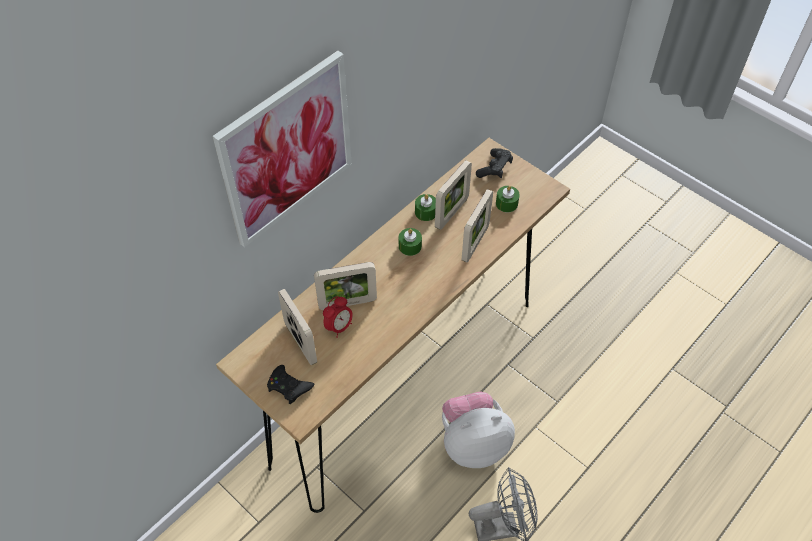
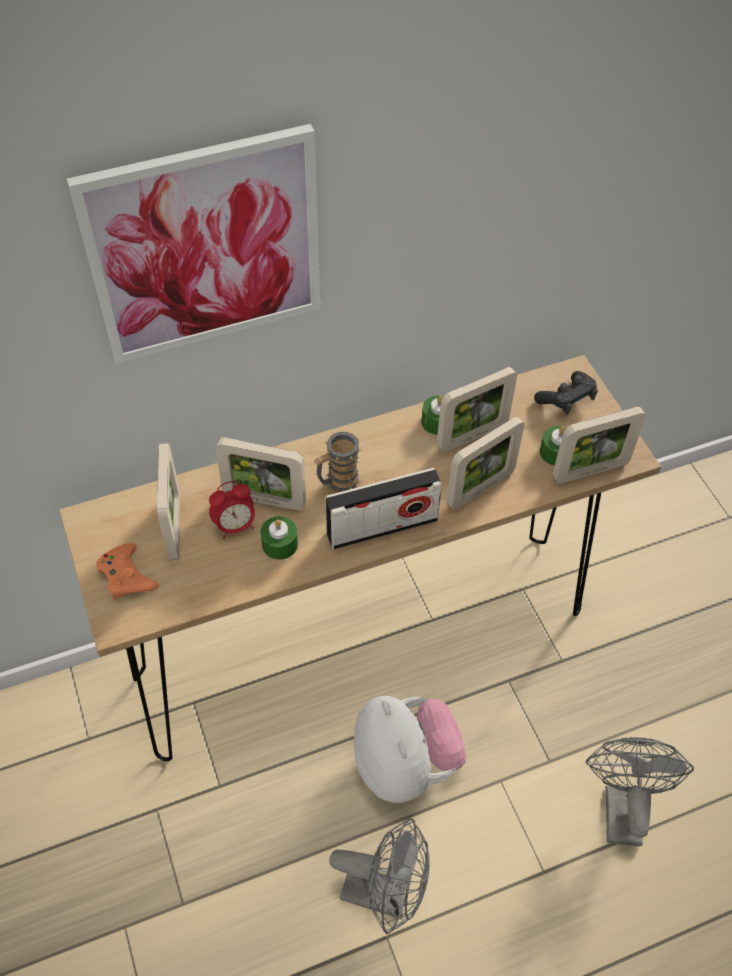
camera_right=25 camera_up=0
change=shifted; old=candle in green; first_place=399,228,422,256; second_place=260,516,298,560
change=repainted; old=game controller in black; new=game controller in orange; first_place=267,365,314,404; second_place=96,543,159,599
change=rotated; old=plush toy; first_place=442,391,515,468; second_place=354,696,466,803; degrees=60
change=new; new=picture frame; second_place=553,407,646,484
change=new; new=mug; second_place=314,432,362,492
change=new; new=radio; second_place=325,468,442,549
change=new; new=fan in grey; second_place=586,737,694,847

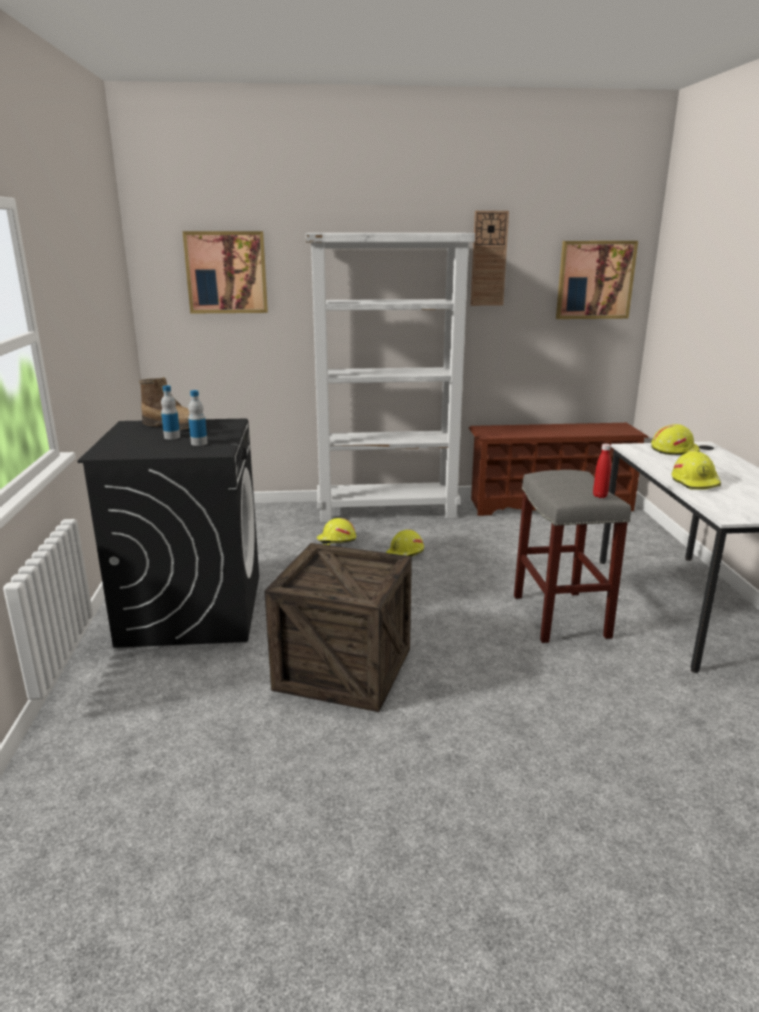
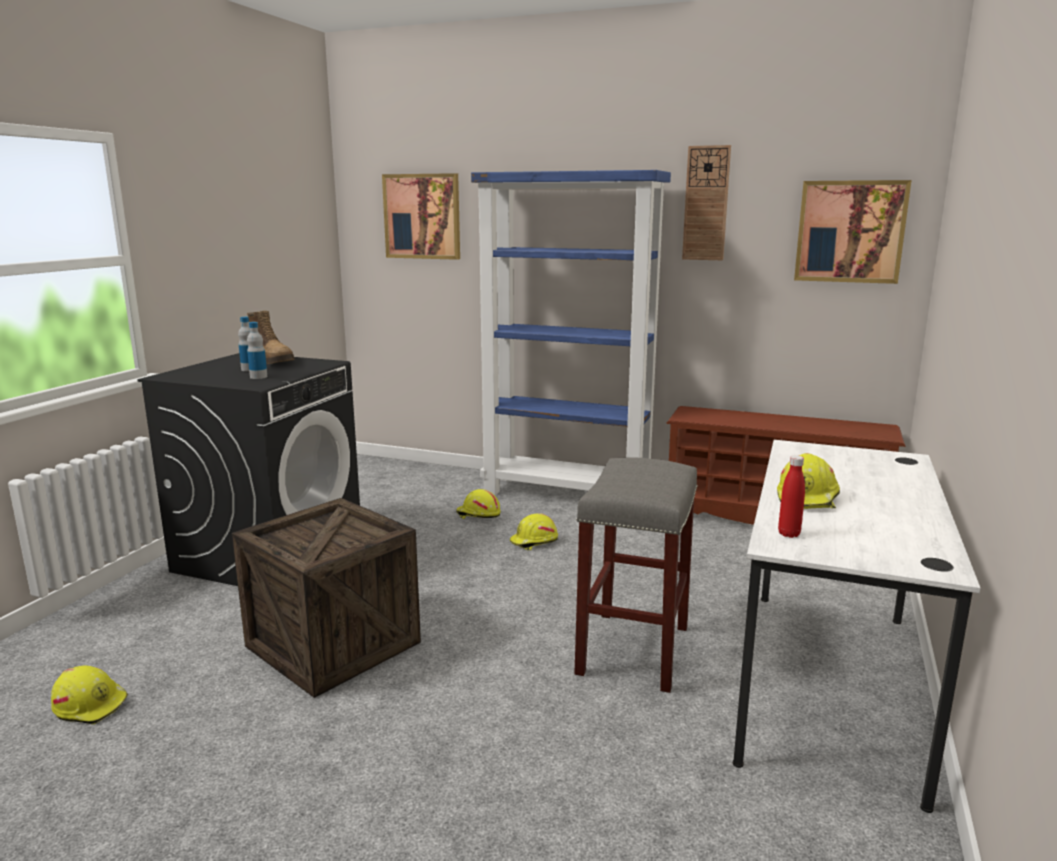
camera_right=25 camera_up=-5
change=repainted; old=bookcase in white; new=bookcase in blue; first_place=306,233,475,522; second_place=471,170,671,495
change=shifted; old=hard hat in yellow; first_place=651,424,700,455; second_place=51,665,128,724
change=shifted; old=bottle in red; first_place=593,444,611,498; second_place=778,455,805,538

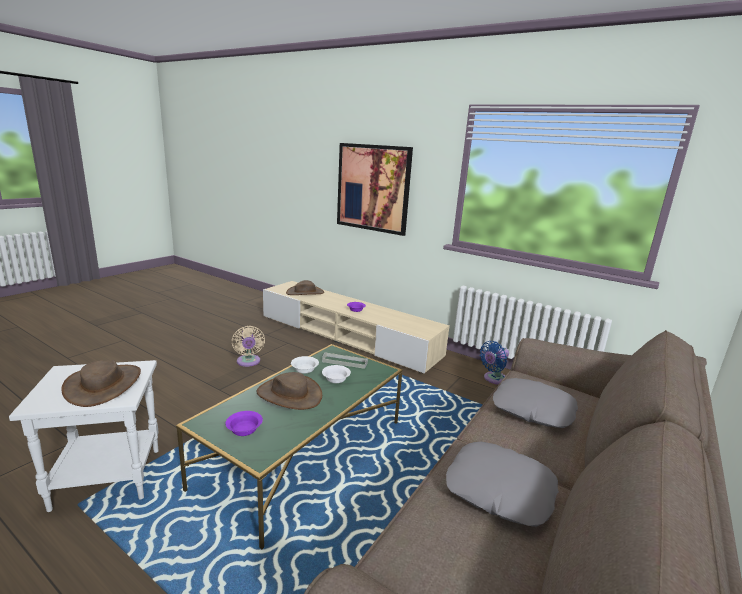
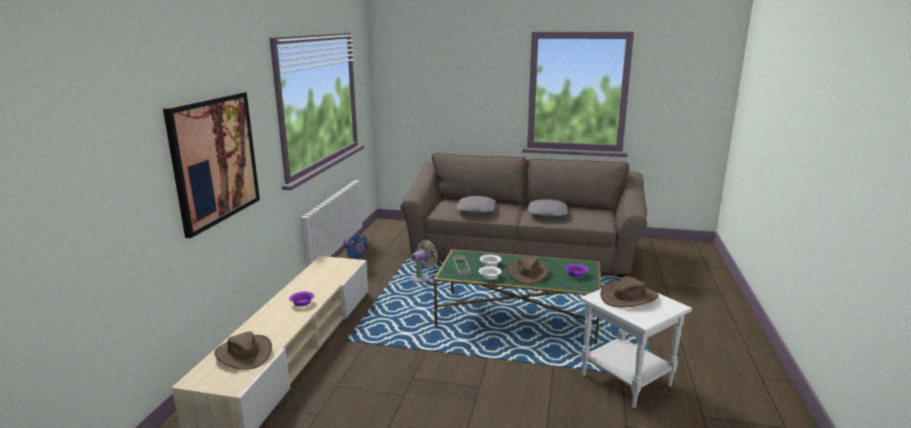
camera_right=-110 camera_up=0
change=shifted; old=fan in beige; first_place=231,326,265,367; second_place=410,240,438,283

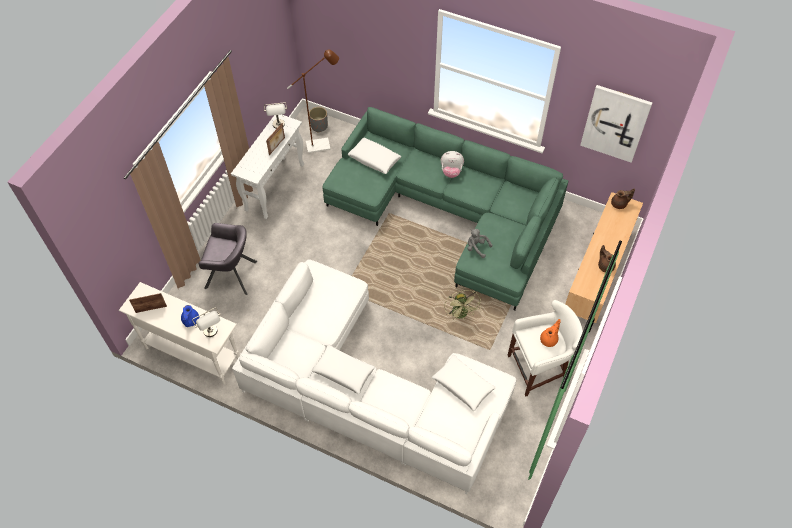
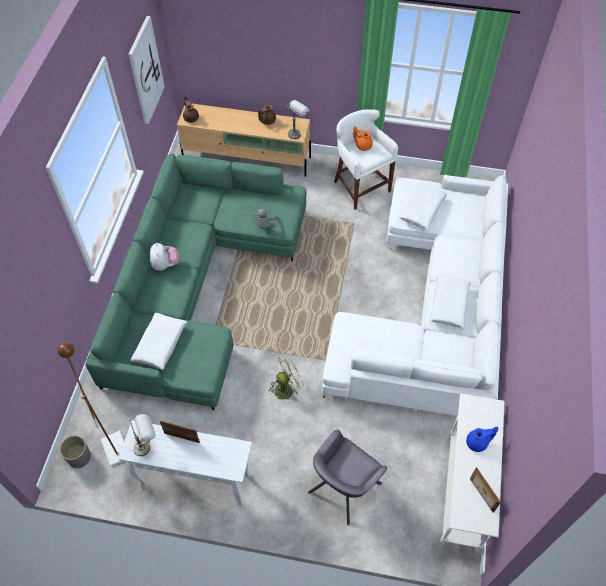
camera_right=-105 camera_up=0
change=rotated; old=armchair in grey; first_place=199,223,257,295; second_place=308,430,387,526; degrees=-135
change=shifted; old=fan in green; first_place=444,290,481,320; second_place=268,354,305,402
change=shifted; old=table lamp in grey; first_place=192,308,221,337; second_place=286,100,309,139

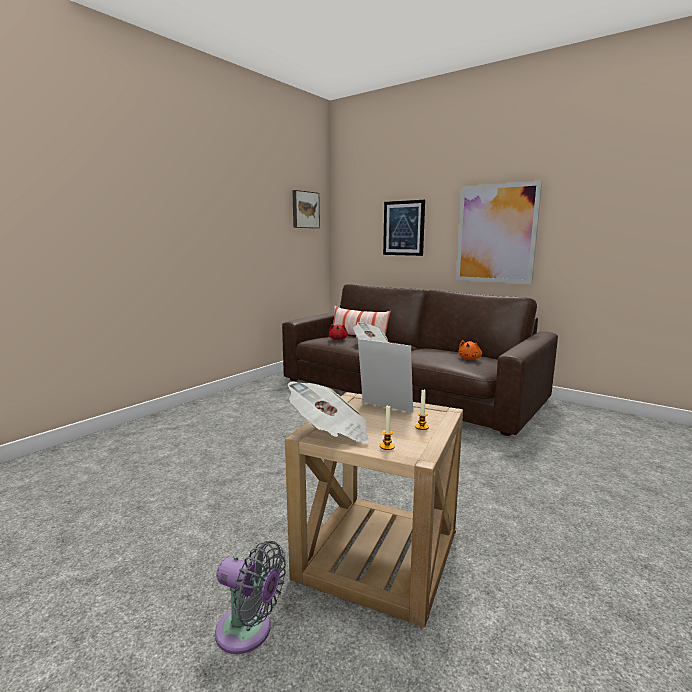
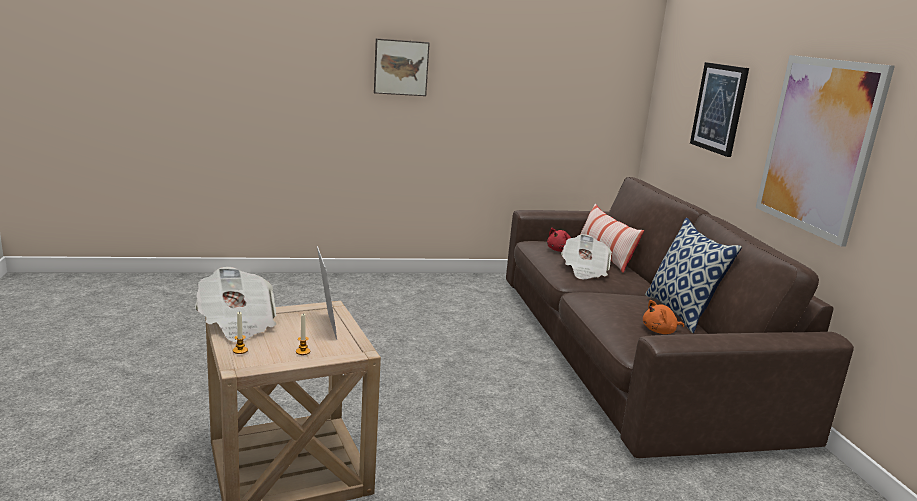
camera_right=40 camera_up=5
change=shifted; old=picture; first_place=292,190,320,228; second_place=374,38,430,96
change=gone; old=fan in grey; first_place=215,541,286,654
change=new; new=pillow; second_place=645,218,742,333

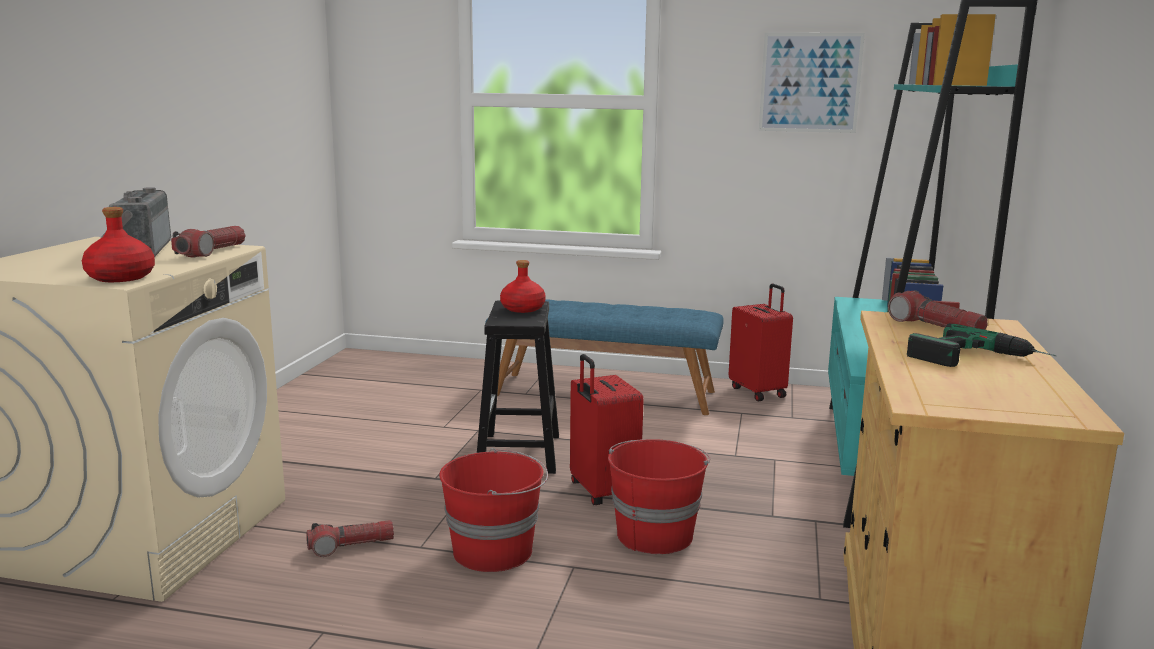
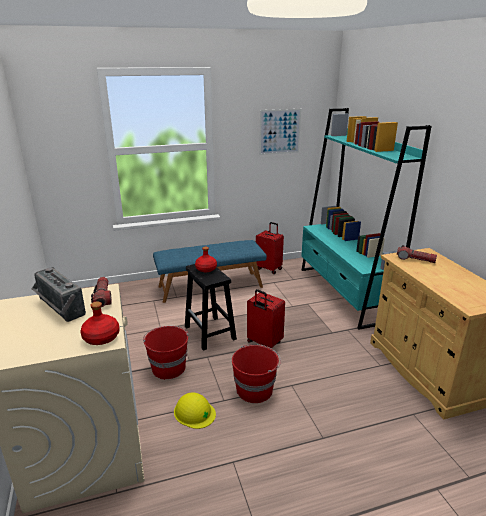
camera_right=-30 camera_up=10
change=gone; old=power drill; first_place=907,323,1057,367
change=shifted; old=bucket in red; first_place=608,439,710,554; second_place=143,326,188,380
change=swapped; old=flashlight; new=hard hat in yellow; first_place=306,520,394,557; second_place=174,393,216,429

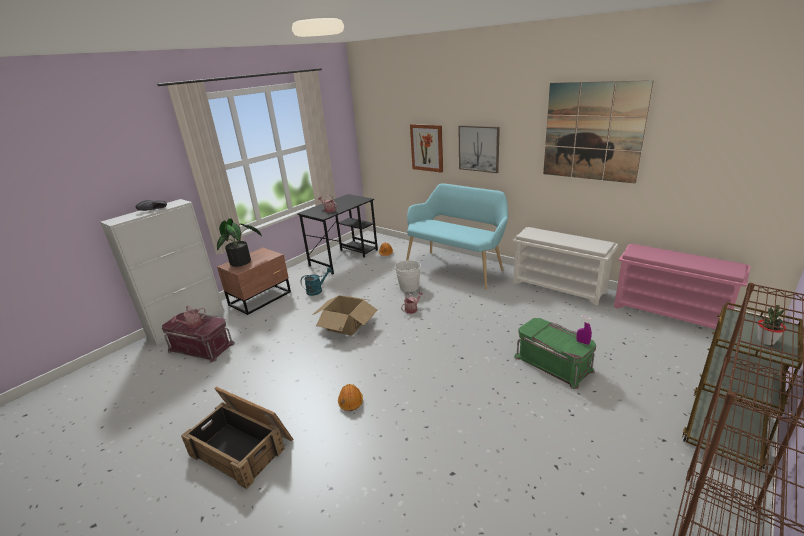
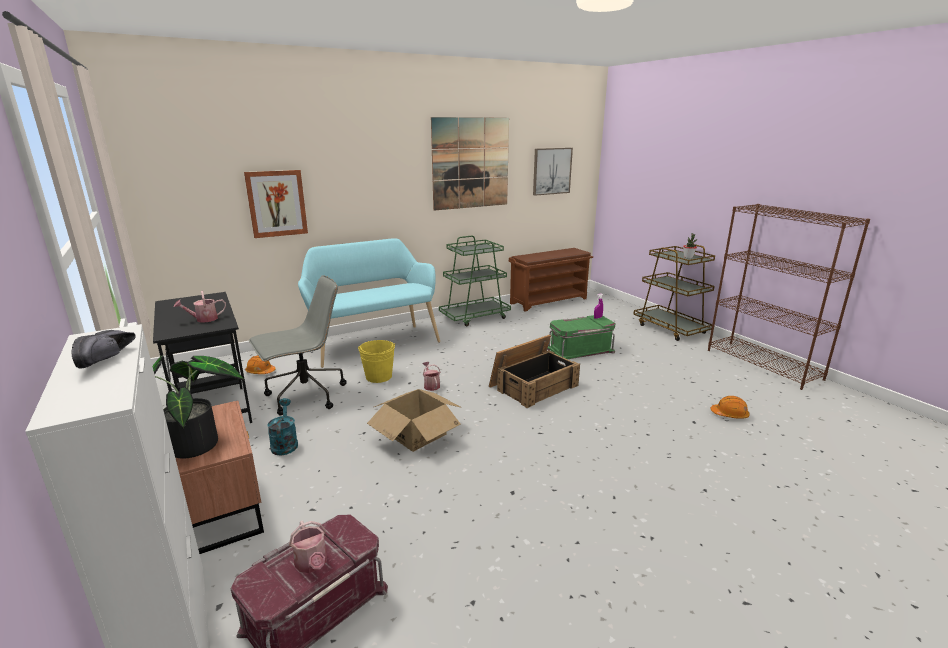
camera_right=-70 camera_up=-5
change=shifted; old=picture; first_place=458,125,500,173; second_place=533,148,573,196
change=swapped; old=shoe rack in white; new=cart in green; first_place=512,227,618,306; second_place=439,235,511,327
change=repainted; old=shoe rack in pink; new=shoe rack in brown; first_place=614,244,751,330; second_place=509,248,593,311
change=repainted; old=bucket in white; new=bucket in yellow; first_place=395,260,421,292; second_place=358,340,395,383
change=shifted; old=hard hat in orange; first_place=338,384,363,411; second_place=710,396,750,419
change=shifted; old=crate; first_place=181,387,293,489; second_place=489,335,580,408
change=new; new=office chair in grey; second_place=249,275,347,415

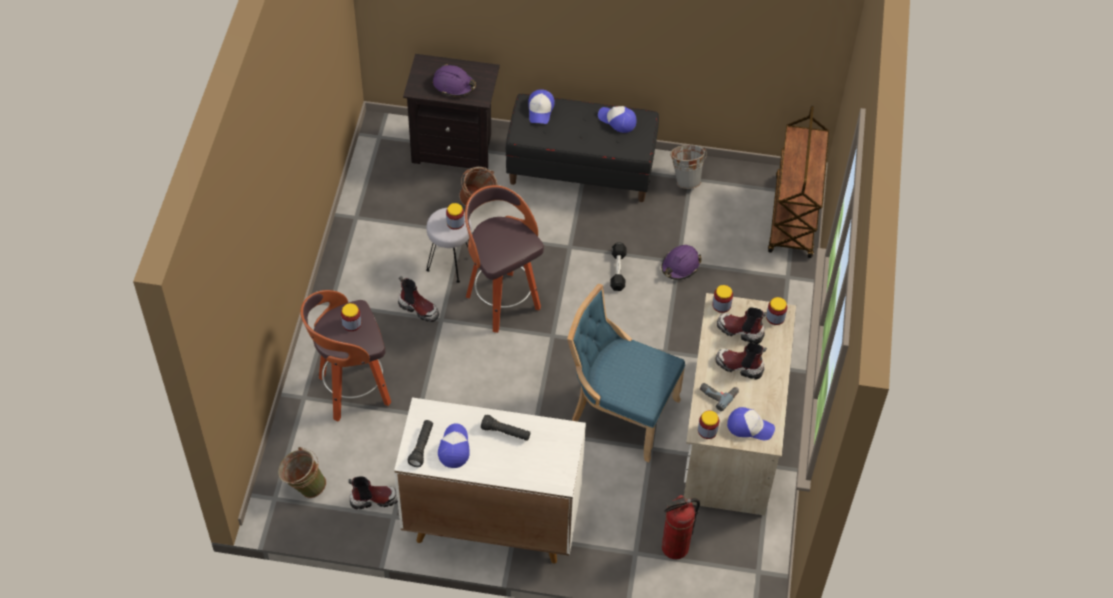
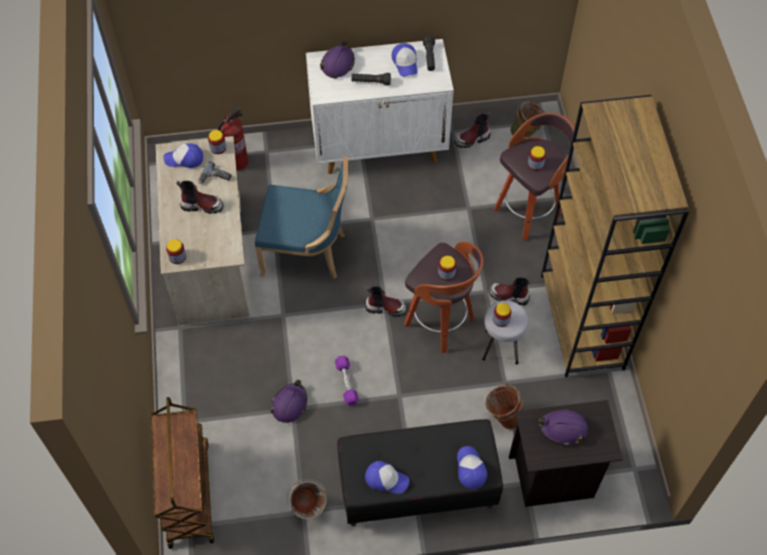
camera_right=165 camera_up=5
change=repainted; old=dumbbell in black; new=dumbbell in purple; first_place=610,242,627,291; second_place=335,356,359,406
change=shifted; old=jar; first_place=712,285,733,313; second_place=438,256,456,281
change=shifted; old=boot; first_place=717,308,767,344; second_place=365,286,407,316
change=new; new=hard hat in purple; second_place=320,40,355,78
change=new; new=bookcase in brown; second_place=541,95,689,377

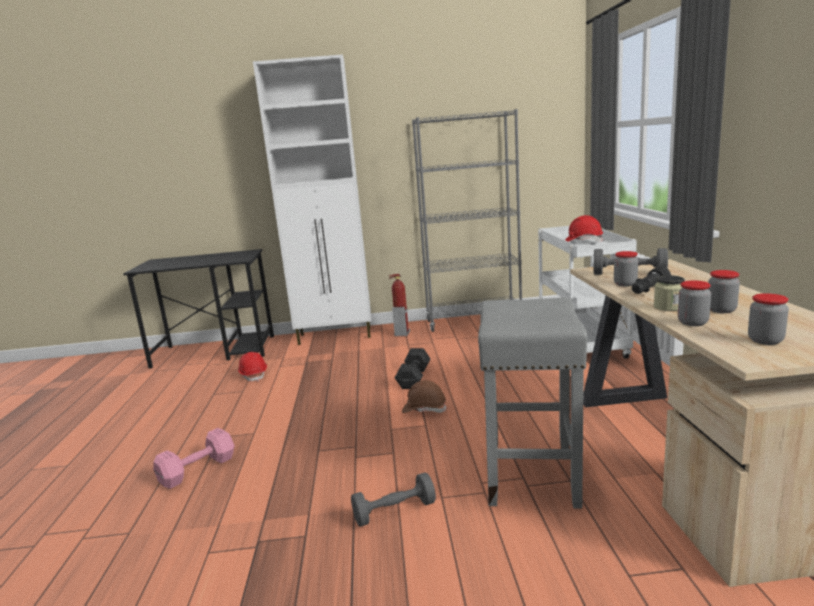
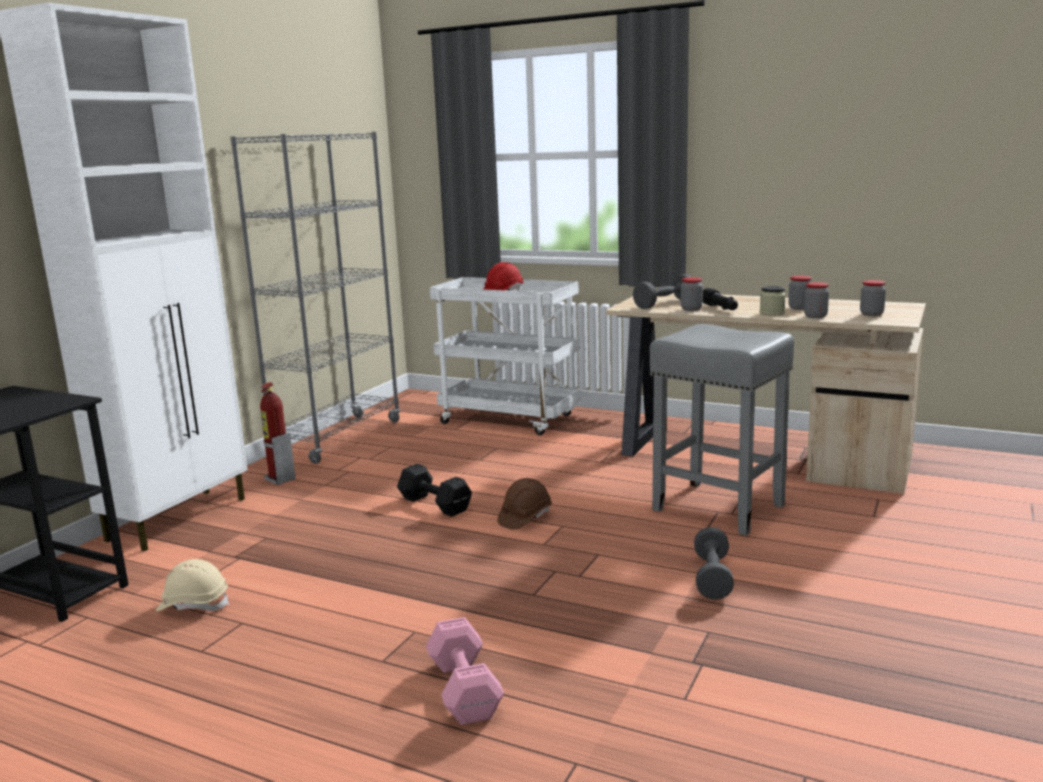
camera_right=-60 camera_up=0
change=repainted; old=hard hat in red; new=hard hat in beige; first_place=238,352,267,382; second_place=156,559,230,611

